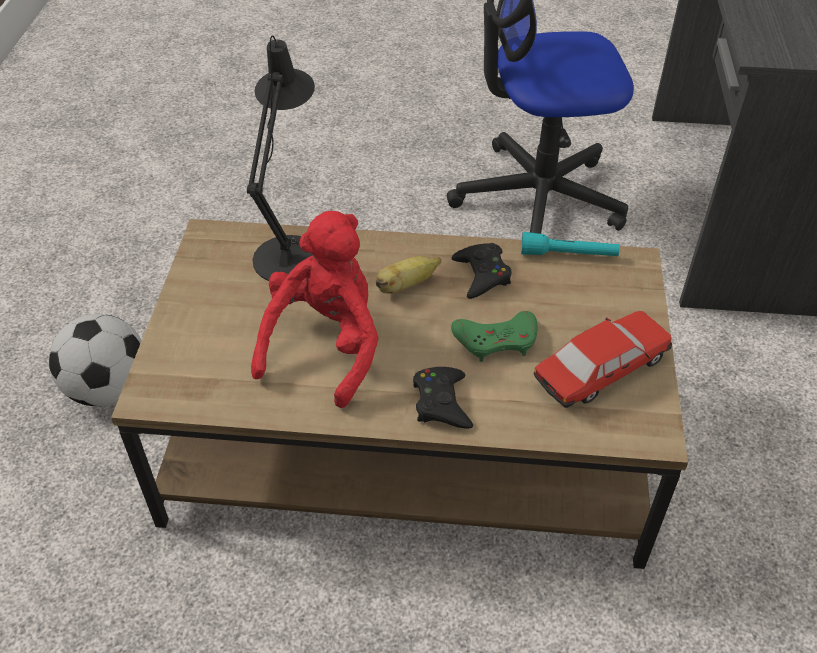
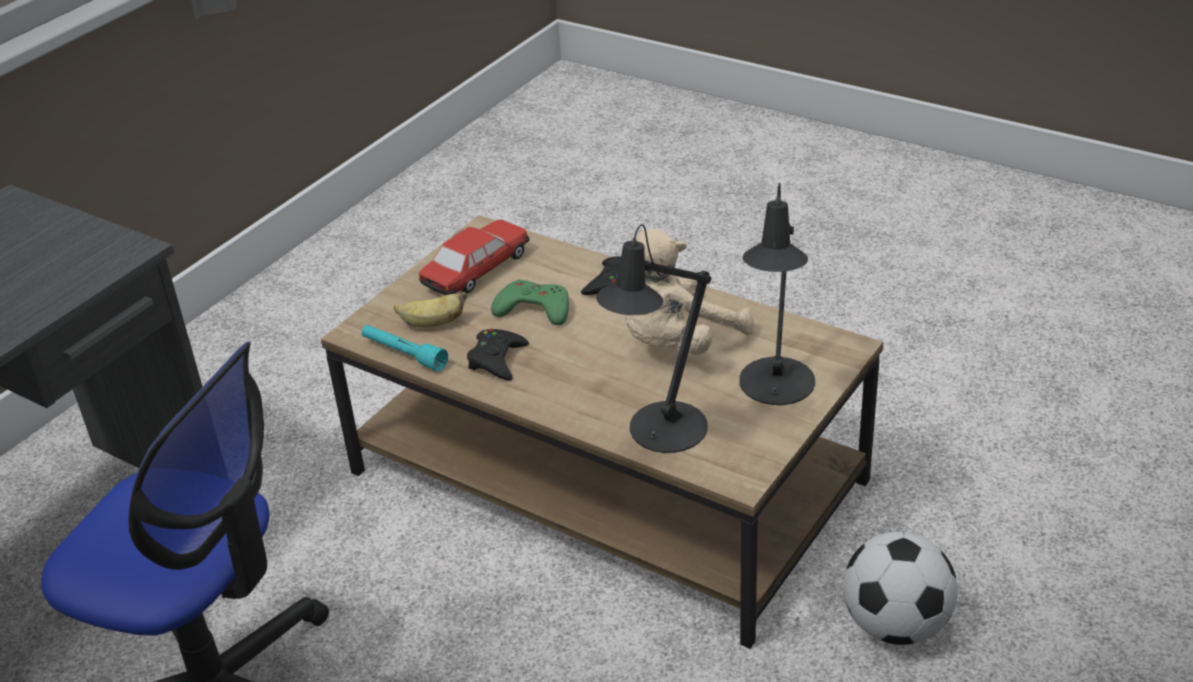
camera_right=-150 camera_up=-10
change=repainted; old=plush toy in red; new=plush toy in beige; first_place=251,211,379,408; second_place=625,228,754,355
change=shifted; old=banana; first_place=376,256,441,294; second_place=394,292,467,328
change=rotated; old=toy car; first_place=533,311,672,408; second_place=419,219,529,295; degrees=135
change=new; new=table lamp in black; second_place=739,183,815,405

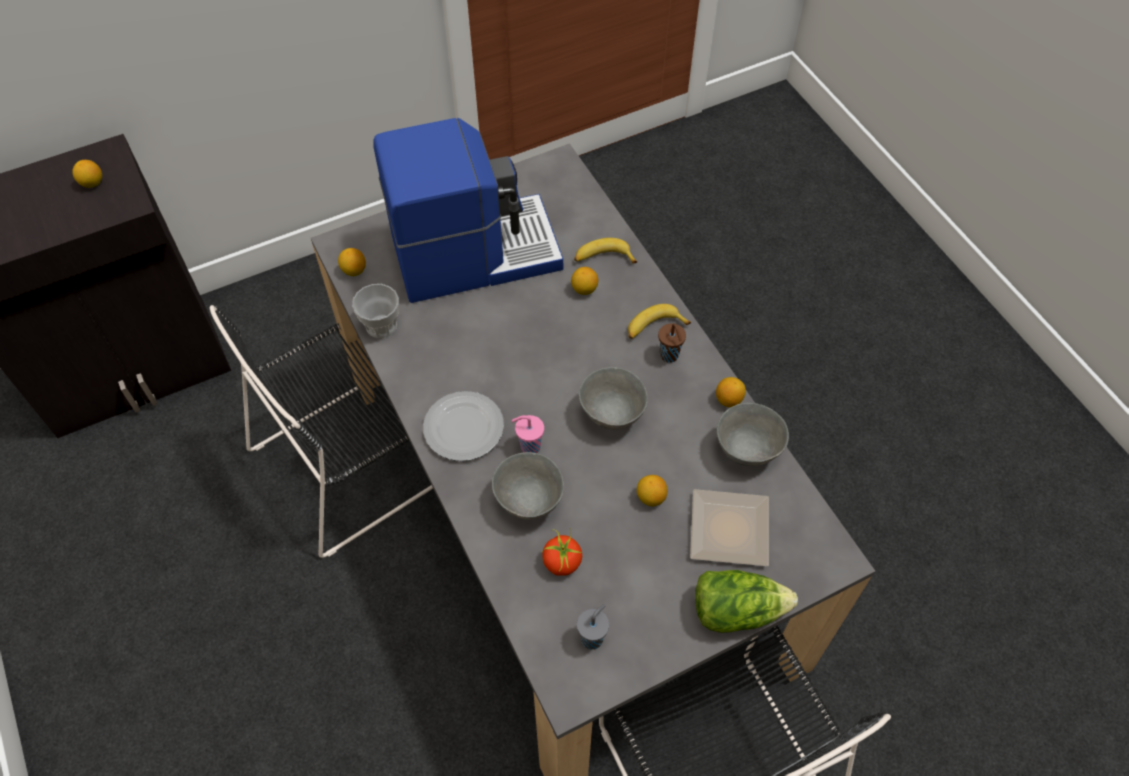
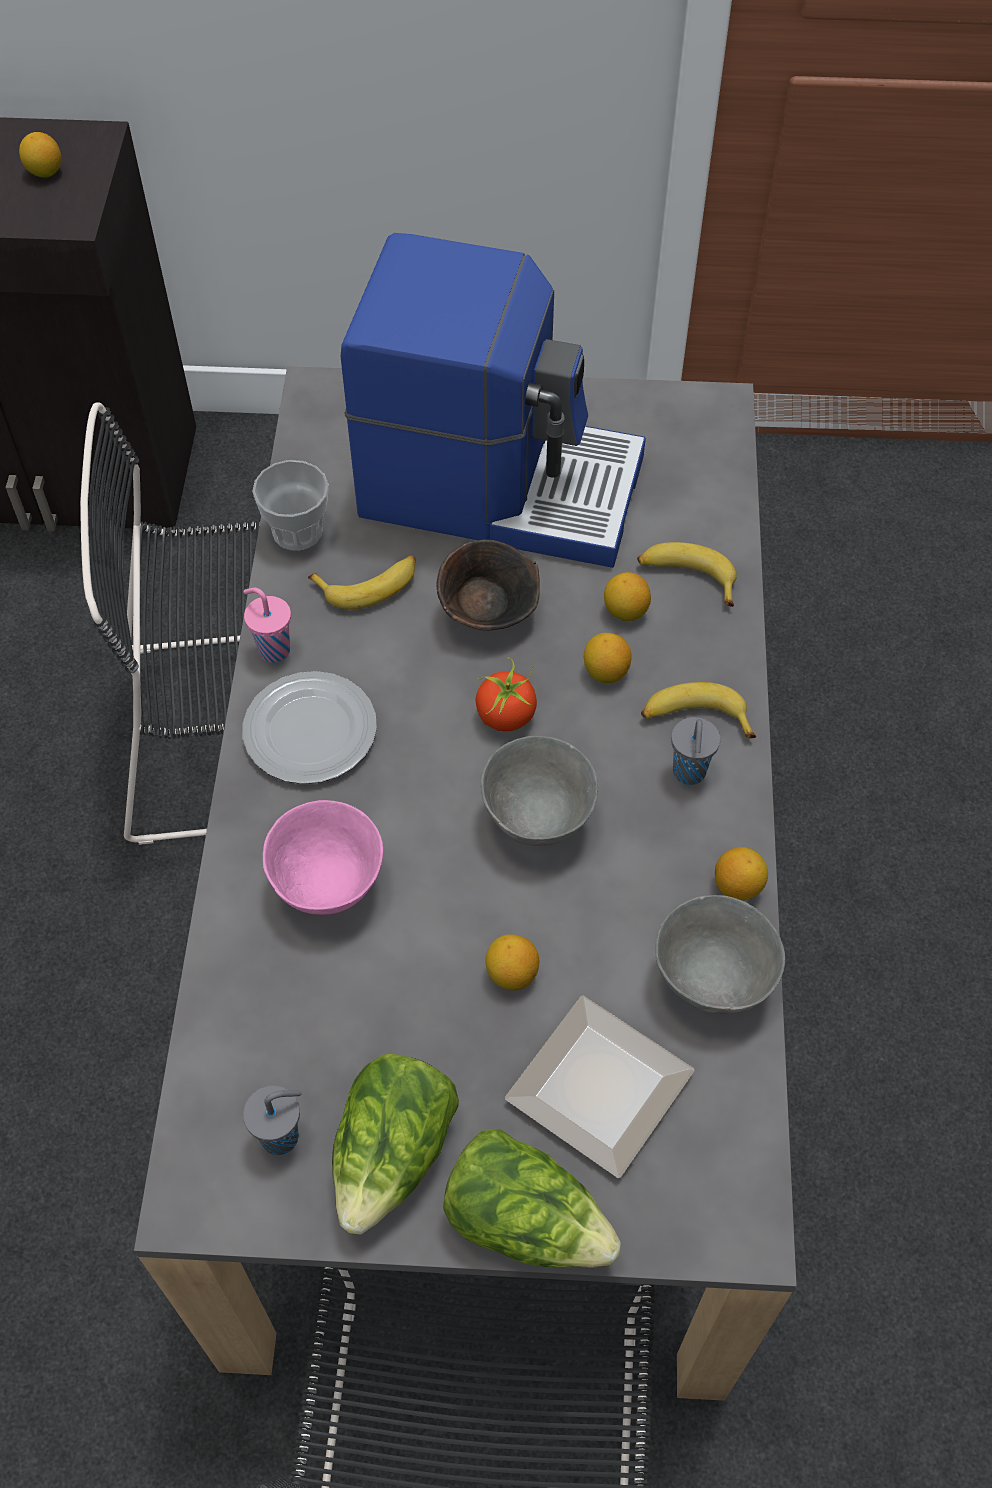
camera_right=30 camera_up=0
change=shifted; old=lemon; first_place=338,248,366,276; second_place=584,633,631,683
change=repainted; old=cup in brown; new=cup in grey; first_place=658,323,686,363; second_place=671,717,721,785
change=shifted; old=cup in pink; first_place=512,415,544,453; second_place=243,587,291,663
change=repainted; old=bowl in grey; new=bowl in pink; first_place=492,452,564,520; second_place=263,800,383,915
change=shifted; old=tomato; first_place=541,530,582,576; second_place=476,658,537,731
change=new; new=bowl in brown; second_place=436,540,540,631
change=new; new=banana; second_place=308,556,416,610
change=new; new=lettuce; second_place=332,1054,459,1234

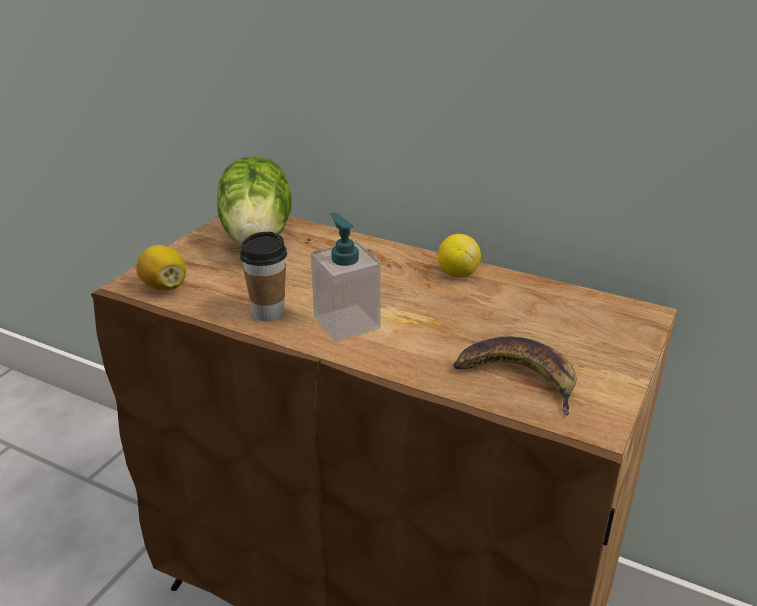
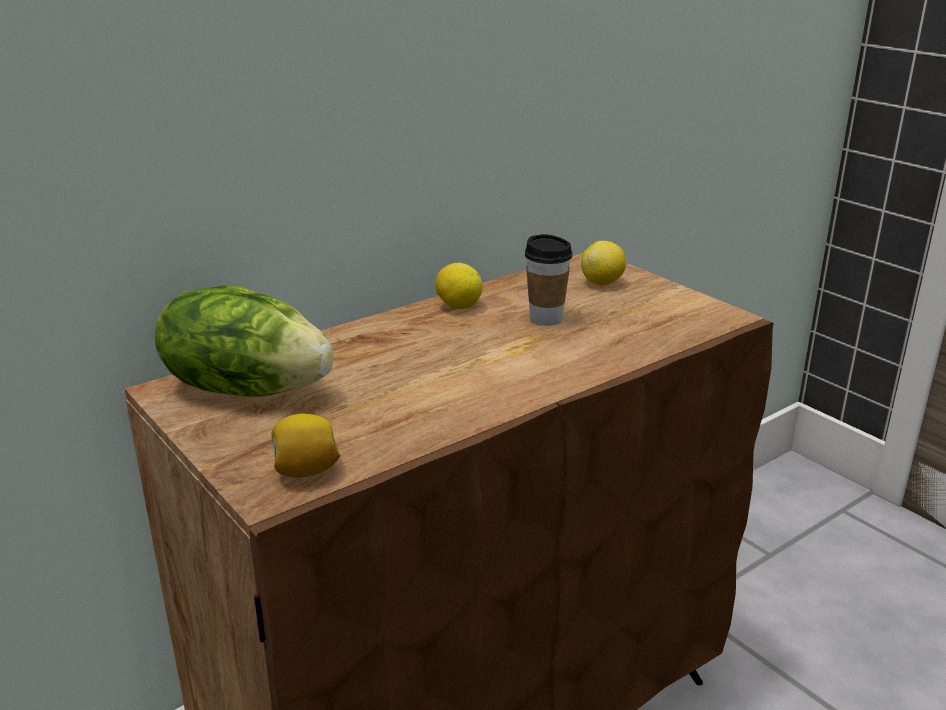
camera_right=-65 camera_up=-5
change=gone; old=soap dispenser; first_place=311,212,381,342
change=shifted; old=cup; first_place=240,232,287,321; second_place=525,234,572,326
change=gone; old=banana; first_place=453,336,576,416
change=new; new=lemon; second_place=581,241,626,285

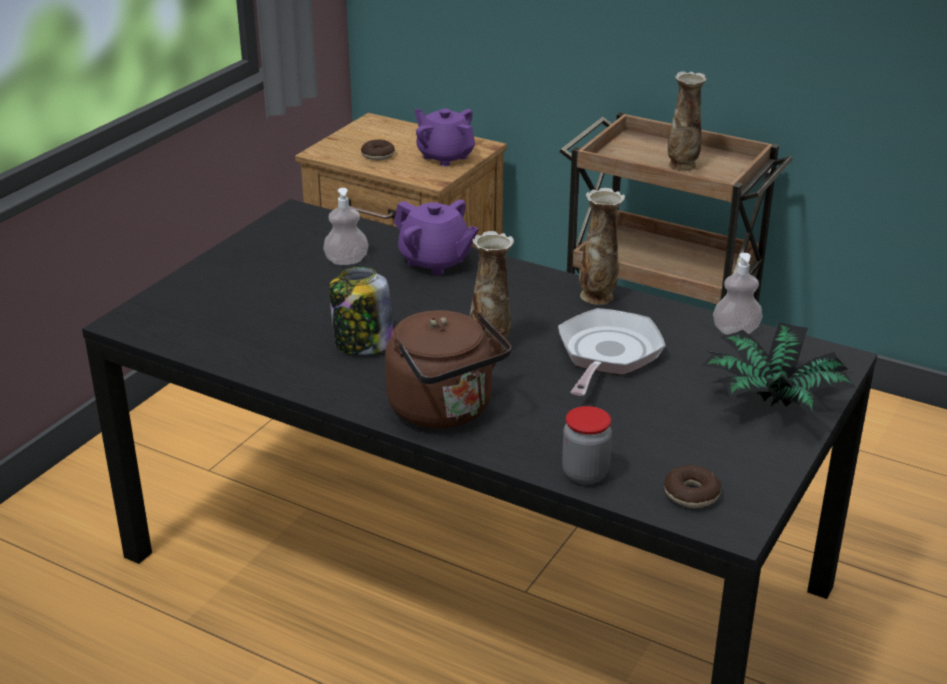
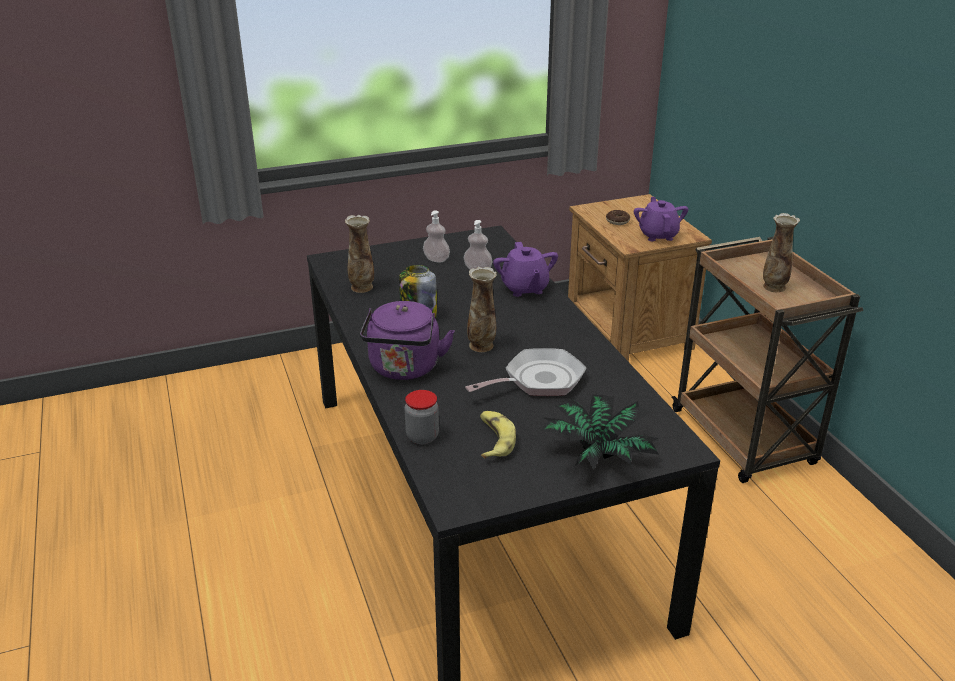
camera_right=40 camera_up=0
change=shifted; old=vase; first_place=579,188,625,305; second_place=345,215,374,293
change=shifted; old=soap dispenser; first_place=713,253,763,335; second_place=423,210,450,263
change=repainted; old=kettle in brown; new=kettle in purple; first_place=385,310,511,429; second_place=360,301,455,380
change=gone; old=donut; first_place=664,465,721,508
change=new; new=banana; second_place=480,411,516,458

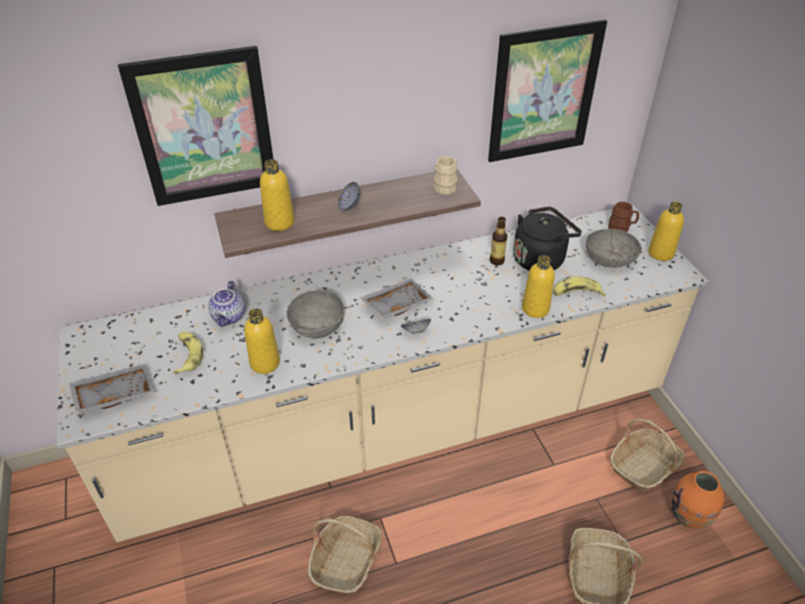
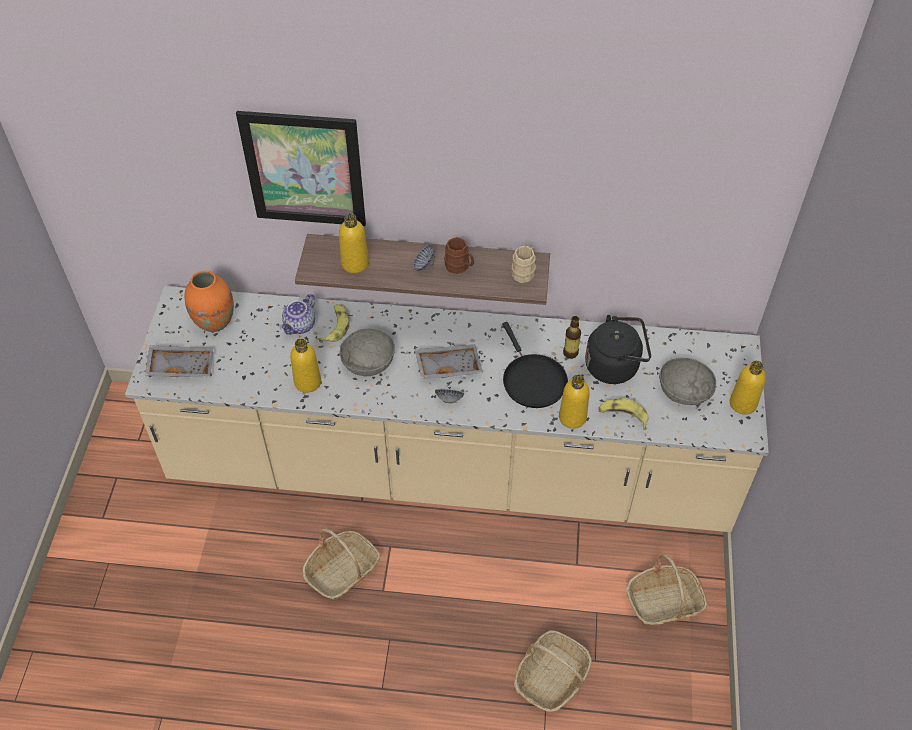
camera_right=25 camera_up=10
change=gone; old=picture; first_place=488,20,607,162
change=shifted; old=mug in brown; first_place=608,202,639,232; second_place=444,237,474,274
change=shifted; old=banana; first_place=174,332,203,374; second_place=318,304,349,342
change=shifted; old=vase in orange; first_place=671,471,724,529; second_place=184,270,234,332
change=new; new=frying pan in black; second_place=502,322,568,408

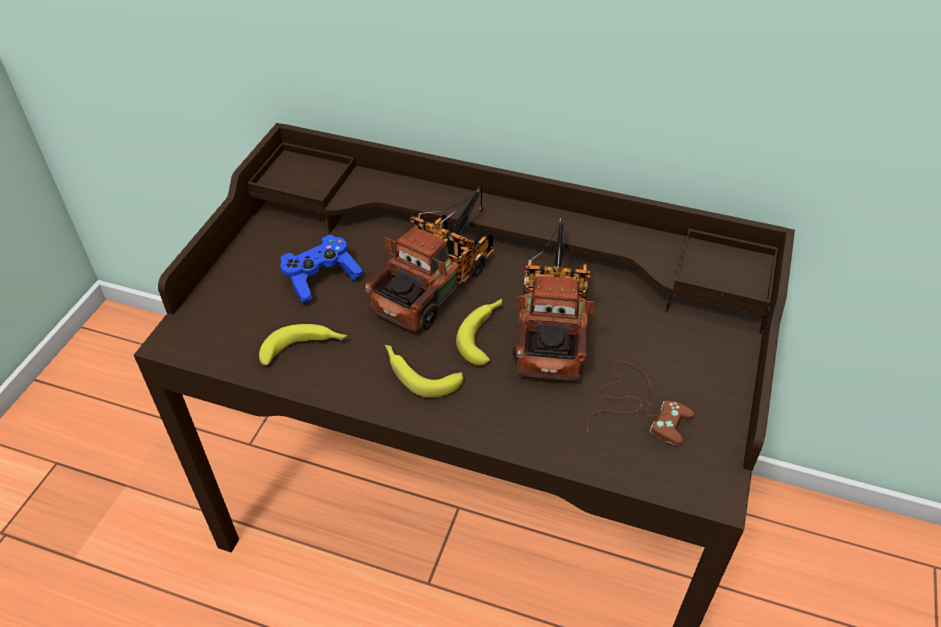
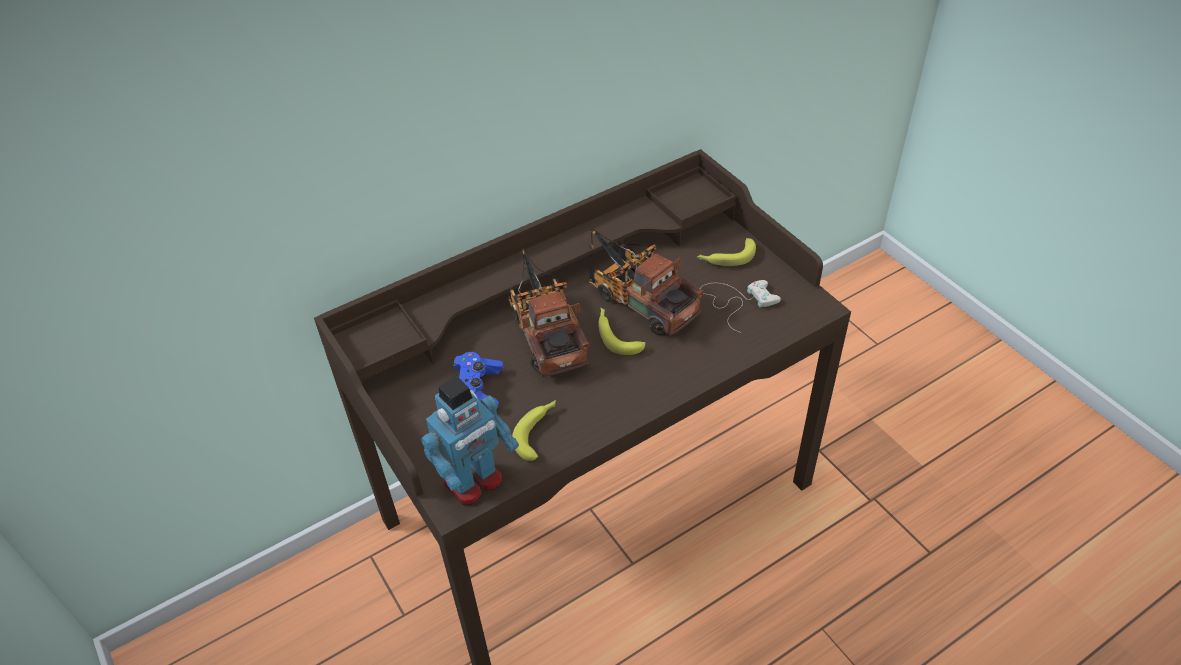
camera_right=-50 camera_up=0
change=shifted; old=banana; first_place=385,345,463,398; second_place=697,238,756,266
change=repainted; old=game controller in brown; new=game controller in white; first_place=587,361,694,446; second_place=700,280,781,333
change=new; new=toy robot; second_place=421,375,519,505

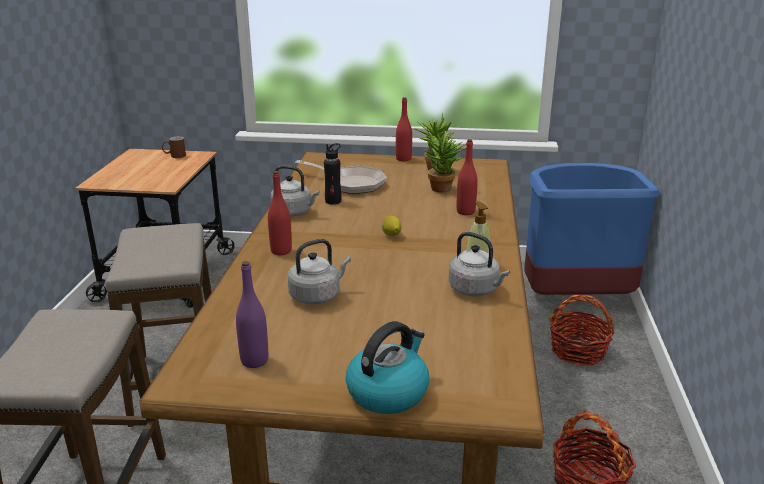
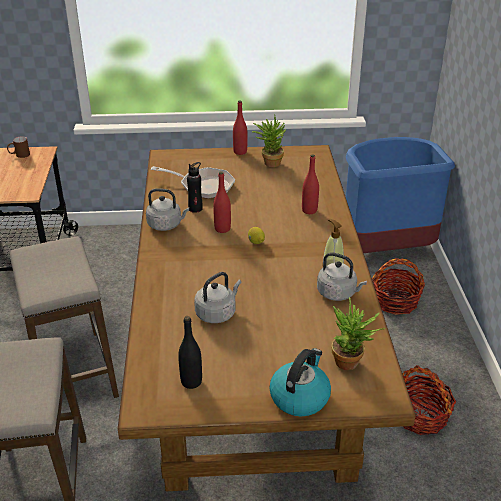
camera_right=-10 camera_up=10
change=shifted; old=potted plant; first_place=426,131,466,192; second_place=332,297,385,370
change=shifted; old=bottle in red; first_place=268,171,292,255; second_place=213,171,231,233
change=repainted; old=bottle in purple; new=bottle in black; first_place=236,261,268,368; second_place=178,316,202,389

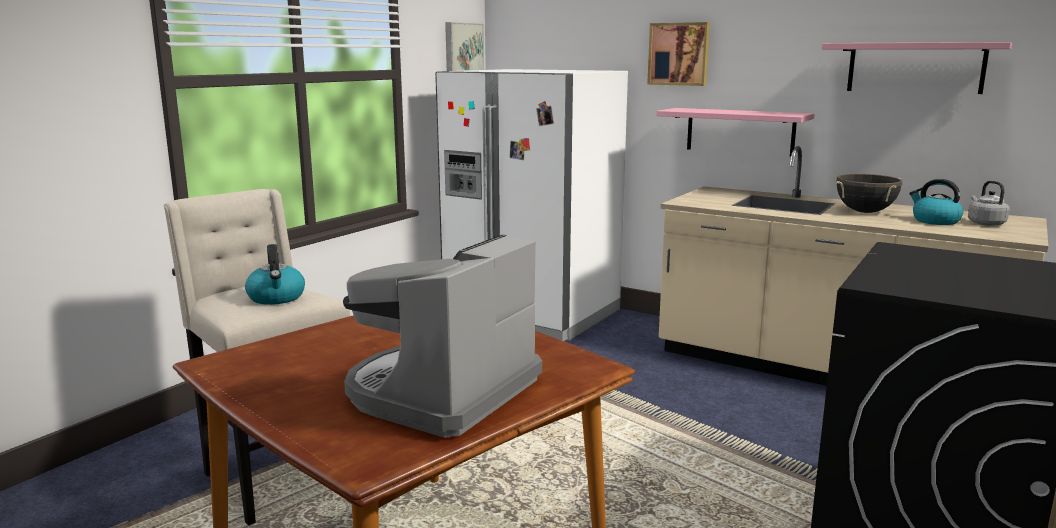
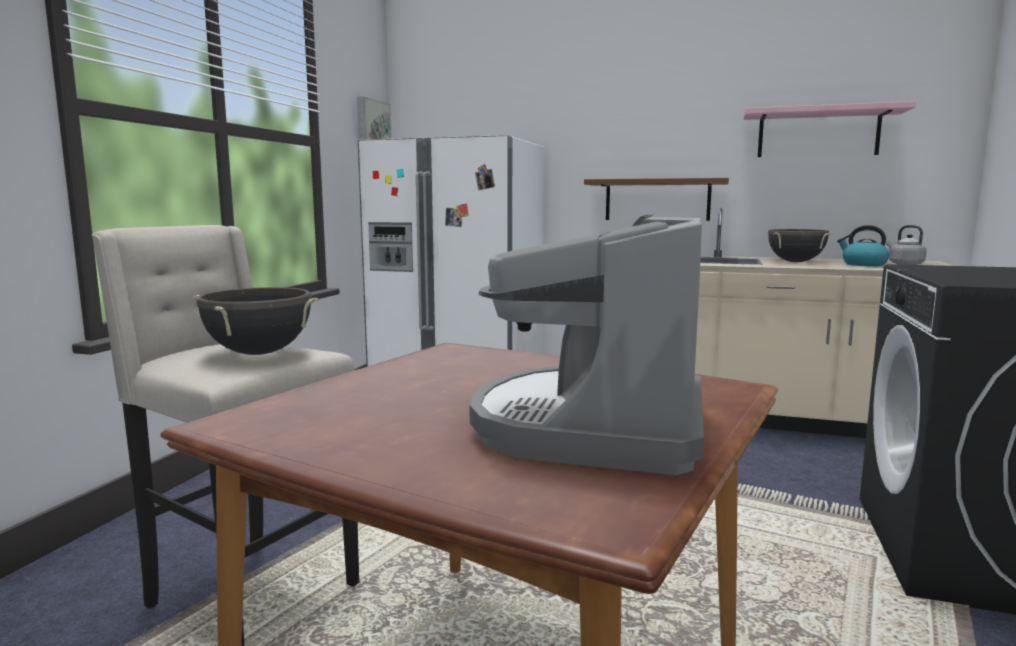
camera_right=-15 camera_up=-5
change=gone; old=picture; first_place=647,22,710,86
change=repainted; old=shelf in pink; new=shelf in brown; first_place=656,108,814,156; second_place=584,178,729,221
change=swapped; old=kettle; new=cooking pot in black; first_place=245,244,305,305; second_place=194,287,319,355

